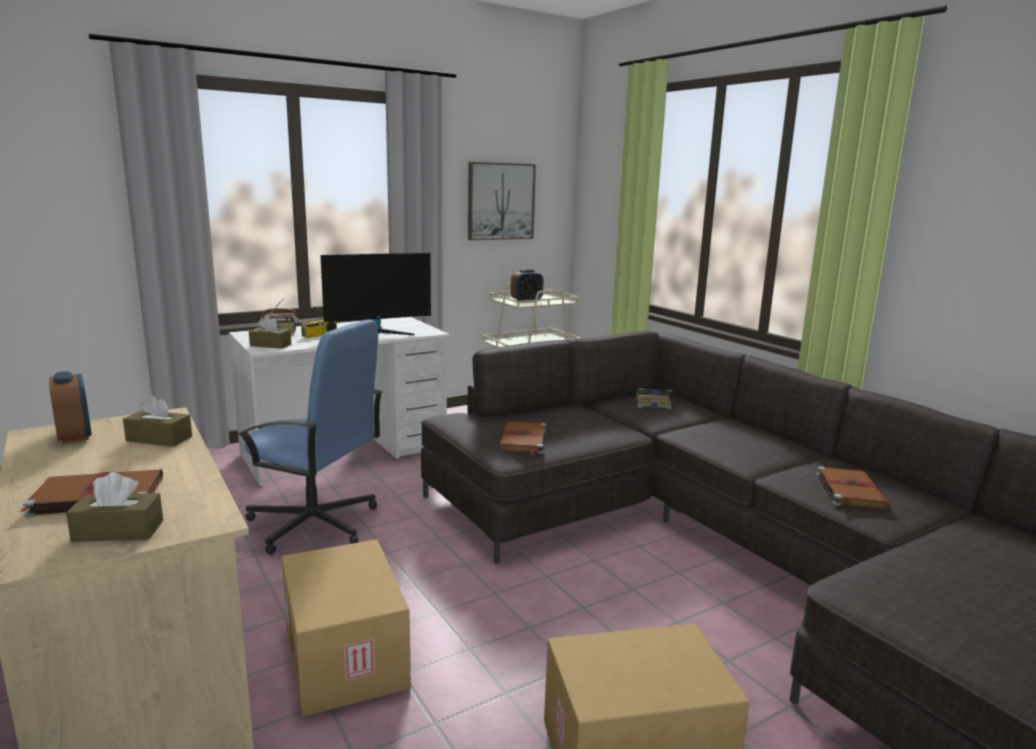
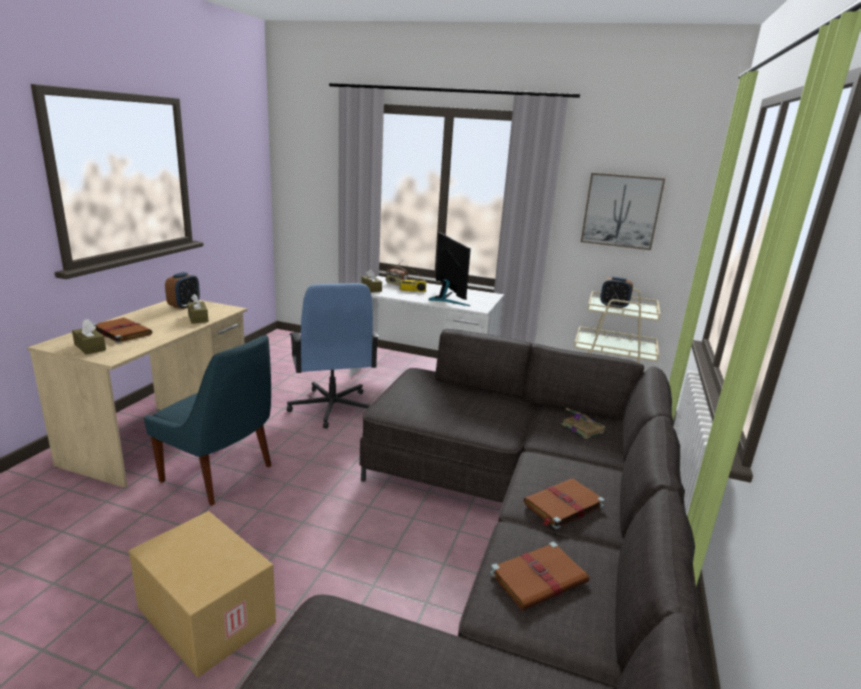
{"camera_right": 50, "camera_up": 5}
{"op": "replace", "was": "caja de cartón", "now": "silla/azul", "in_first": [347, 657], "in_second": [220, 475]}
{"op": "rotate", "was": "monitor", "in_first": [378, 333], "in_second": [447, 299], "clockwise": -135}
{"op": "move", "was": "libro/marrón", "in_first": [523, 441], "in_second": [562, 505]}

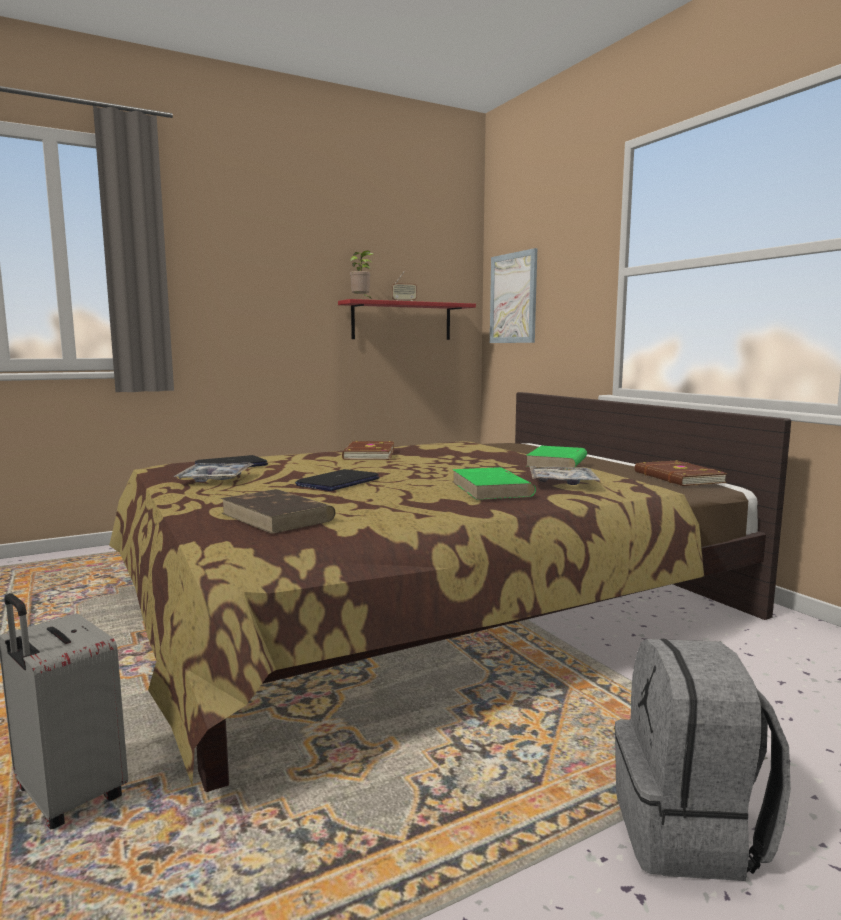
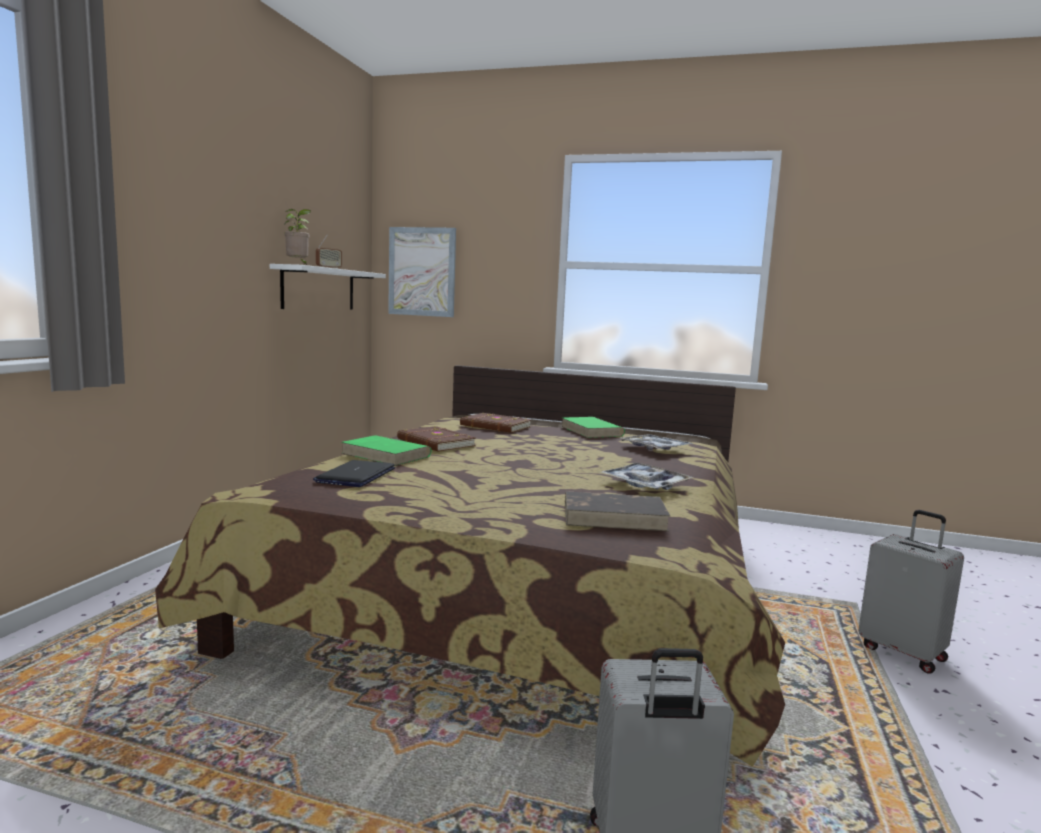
{"camera_right": -45, "camera_up": 0}
{"op": "recolor", "was": "estante/rojo", "now": "estante/blanco", "in_first": [402, 321], "in_second": [319, 289]}
{"op": "move", "was": "libro/verde", "in_first": [491, 489], "in_second": [386, 455]}
{"op": "move", "was": "libro/marrón", "in_first": [677, 477], "in_second": [495, 426]}
{"op": "move", "was": "bandeja", "in_first": [215, 479], "in_second": [645, 484]}
{"op": "replace", "was": "mochila/gris", "now": "maleta/gris", "in_first": [689, 832], "in_second": [903, 652]}
{"op": "delete", "was": "portátil", "in_first": [338, 482]}

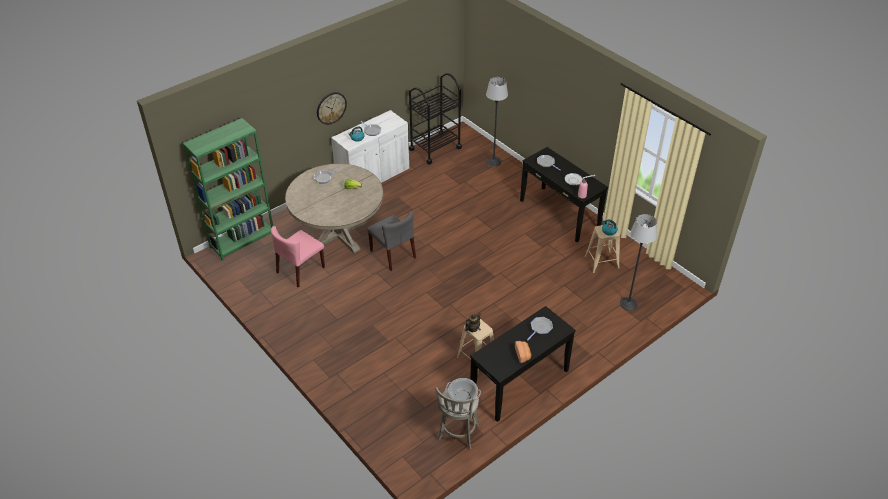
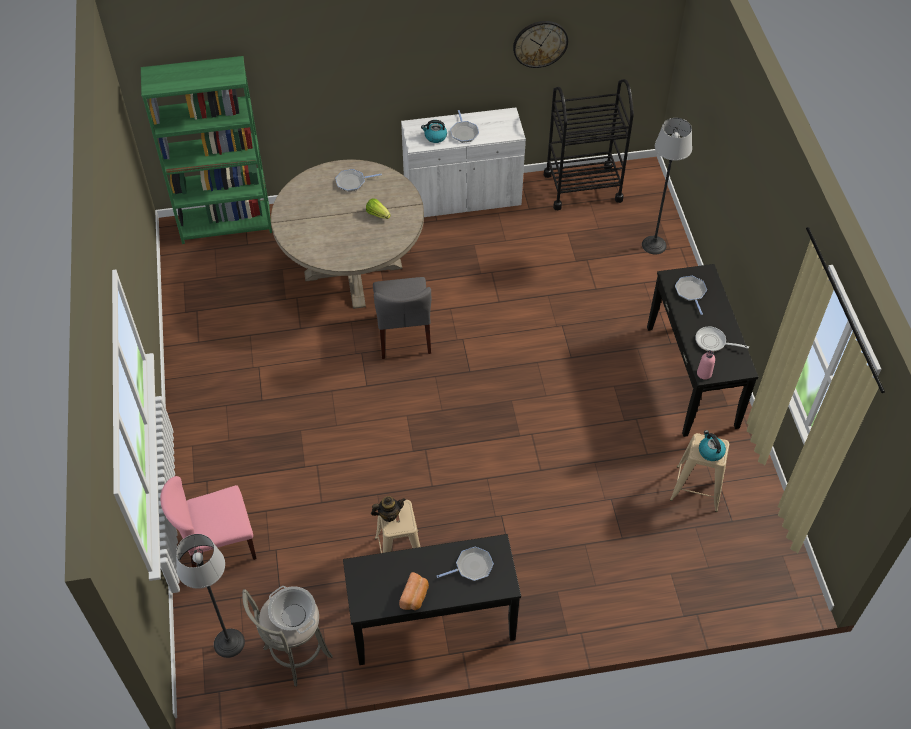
{"camera_right": 30, "camera_up": 10}
{"op": "move", "was": "silla/rosa", "in_first": [300, 270], "in_second": [218, 546]}
{"op": "move", "was": "lámpara de pie", "in_first": [628, 304], "in_second": [229, 643]}
{"op": "move", "was": "reloj de pared", "in_first": [331, 108], "in_second": [540, 43]}

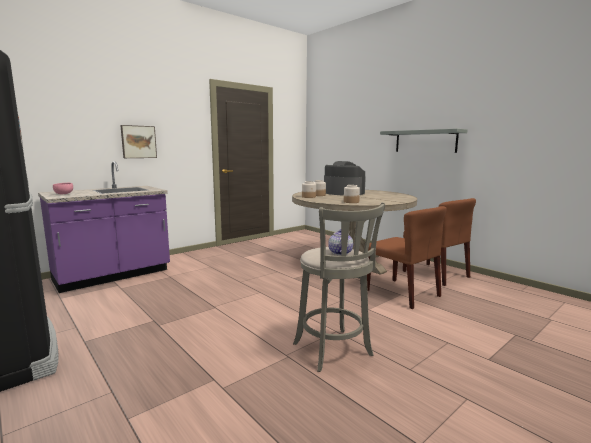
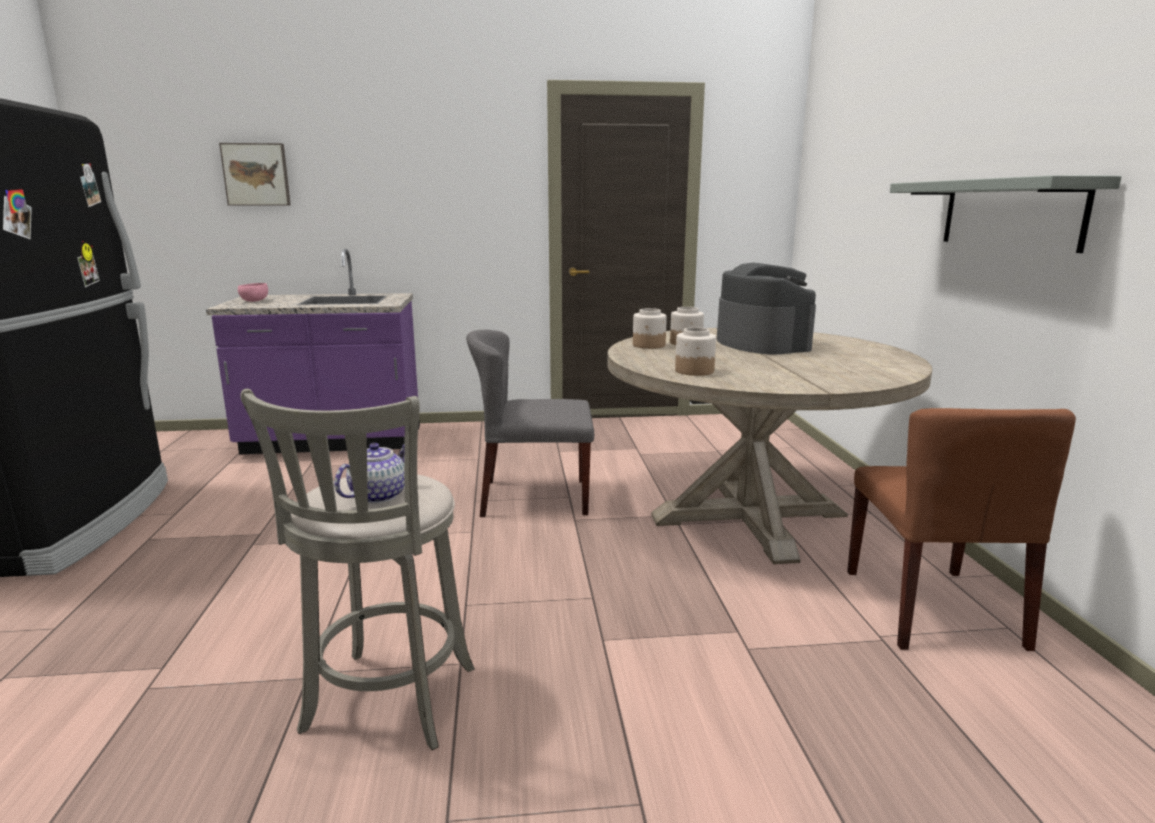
{"camera_right": 35, "camera_up": 5}
{"op": "move", "was": "cuadro", "in_first": [138, 142], "in_second": [256, 174]}
{"op": "insert", "now": "silla/gris", "in_second": [534, 498]}
{"op": "delete", "was": "silla/marrón", "in_first": [403, 293]}

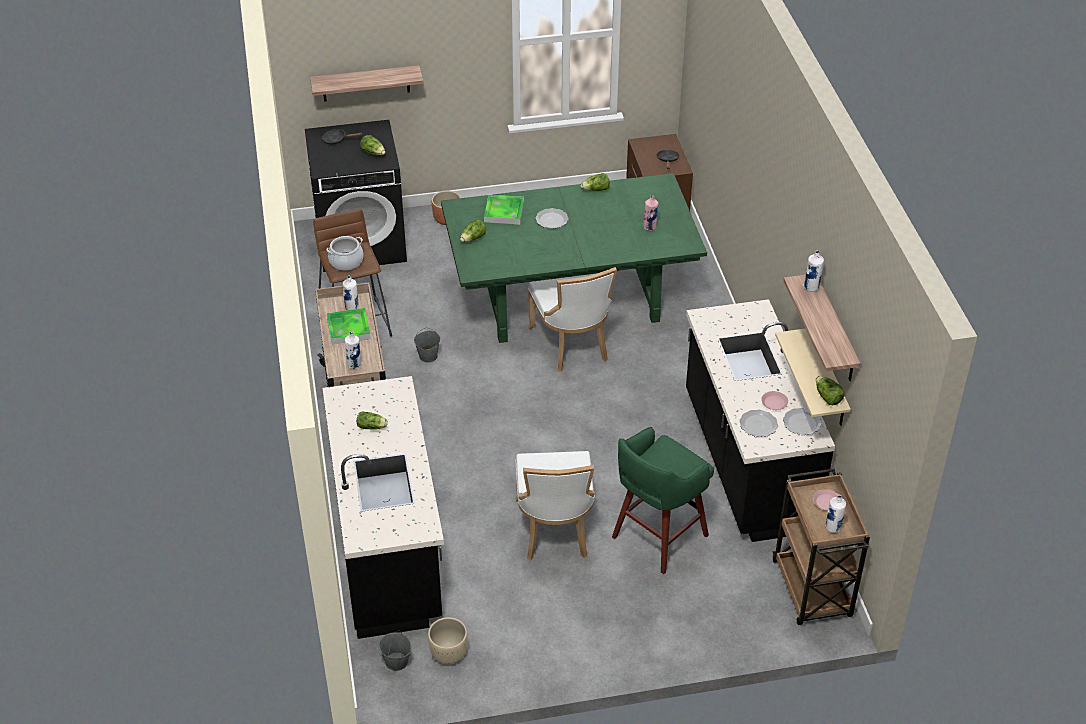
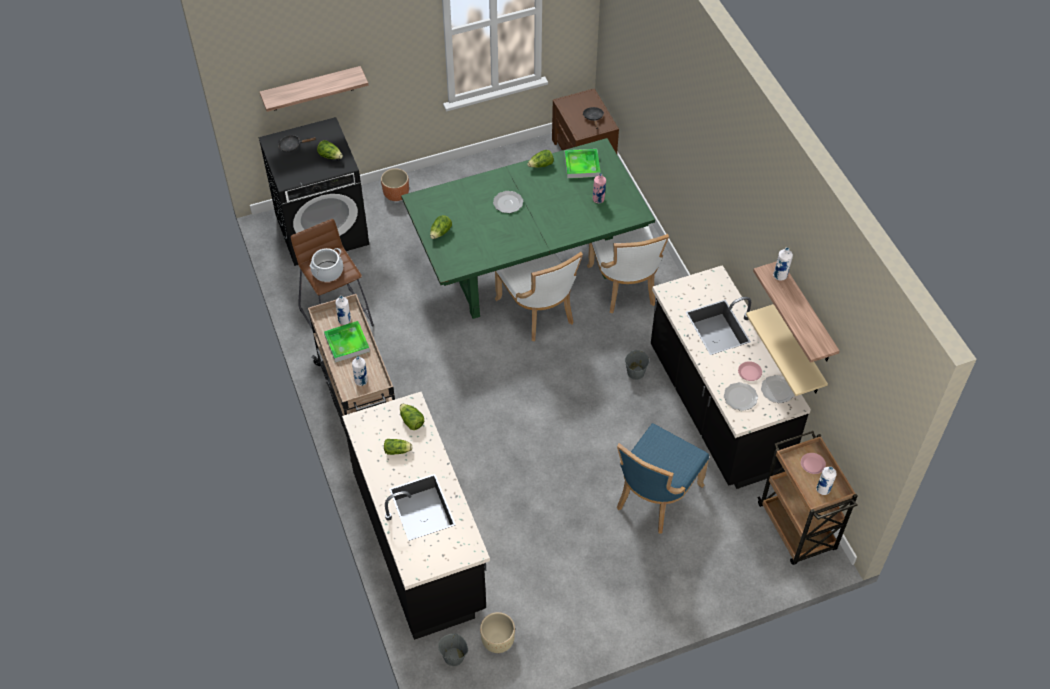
{"camera_right": -10, "camera_up": 10}
{"op": "move", "was": "lechuga", "in_first": [827, 397], "in_second": [411, 421]}
{"op": "move", "was": "bandeja", "in_first": [504, 212], "in_second": [582, 165]}
{"op": "move", "was": "silla/blanco", "in_first": [555, 530], "in_second": [624, 287]}
{"op": "replace", "was": "taburete/verde", "now": "silla/azul", "in_first": [657, 538], "in_second": [655, 497]}
{"op": "move", "was": "cubo/gris", "in_first": [428, 356], "in_second": [635, 372]}

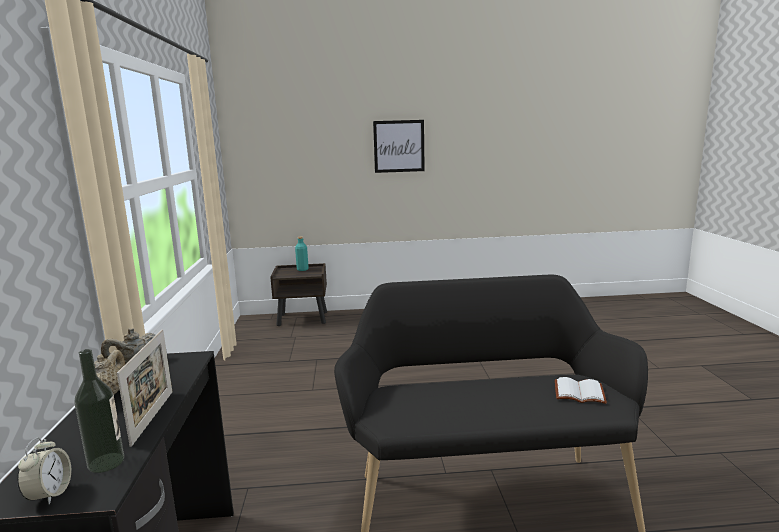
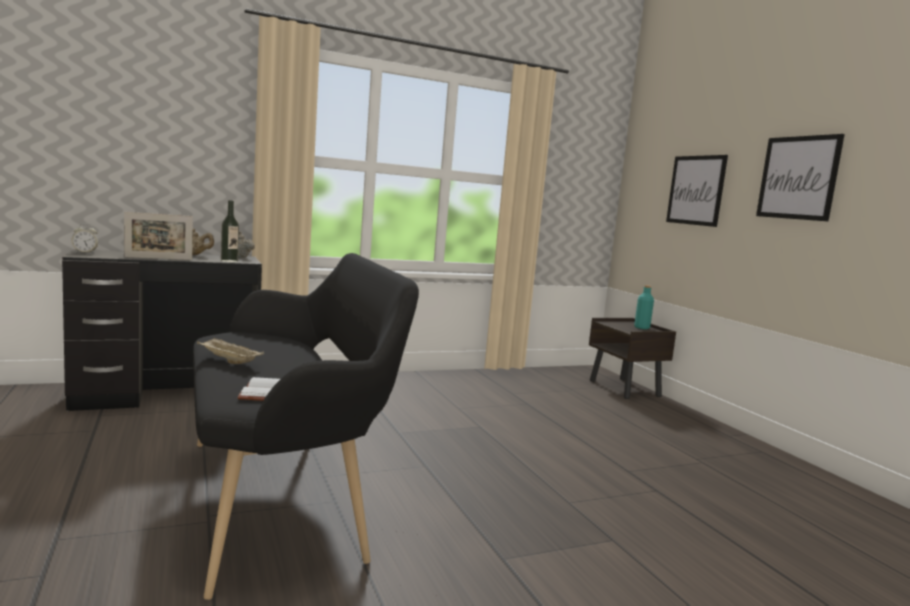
{"camera_right": 70, "camera_up": -5}
{"op": "insert", "now": "bandeja/beis", "in_second": [228, 361]}
{"op": "move", "was": "botella", "in_first": [106, 462], "in_second": [229, 261]}
{"op": "insert", "now": "cuadro", "in_second": [696, 190]}

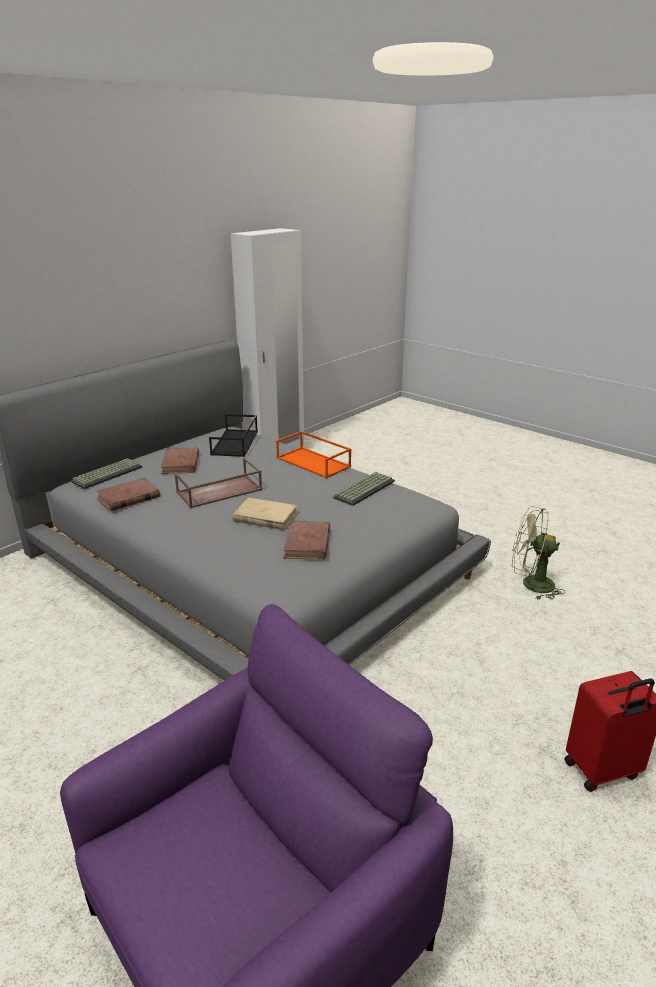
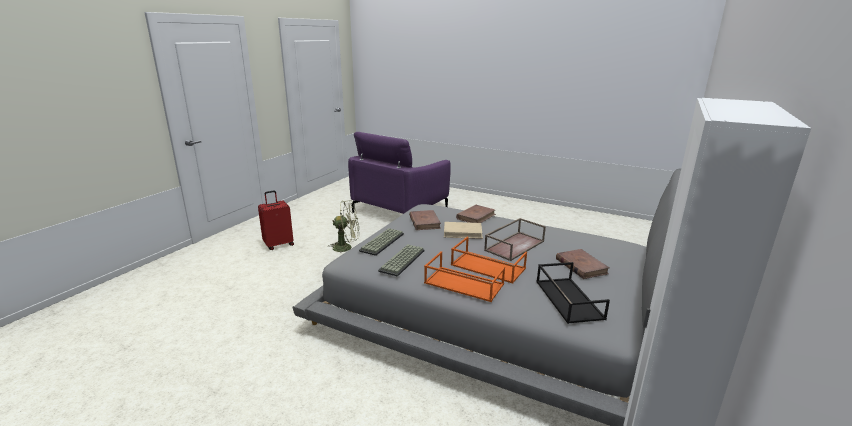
{"camera_right": 165, "camera_up": -5}
{"op": "move", "was": "ventilador/verde", "in_first": [530, 585], "in_second": [346, 247]}
{"op": "move", "was": "teclado", "in_first": [107, 474], "in_second": [382, 243]}
{"op": "insert", "now": "bandeja/naranja", "in_second": [486, 267]}
{"op": "move", "was": "libro/marrón", "in_first": [128, 497], "in_second": [476, 216]}

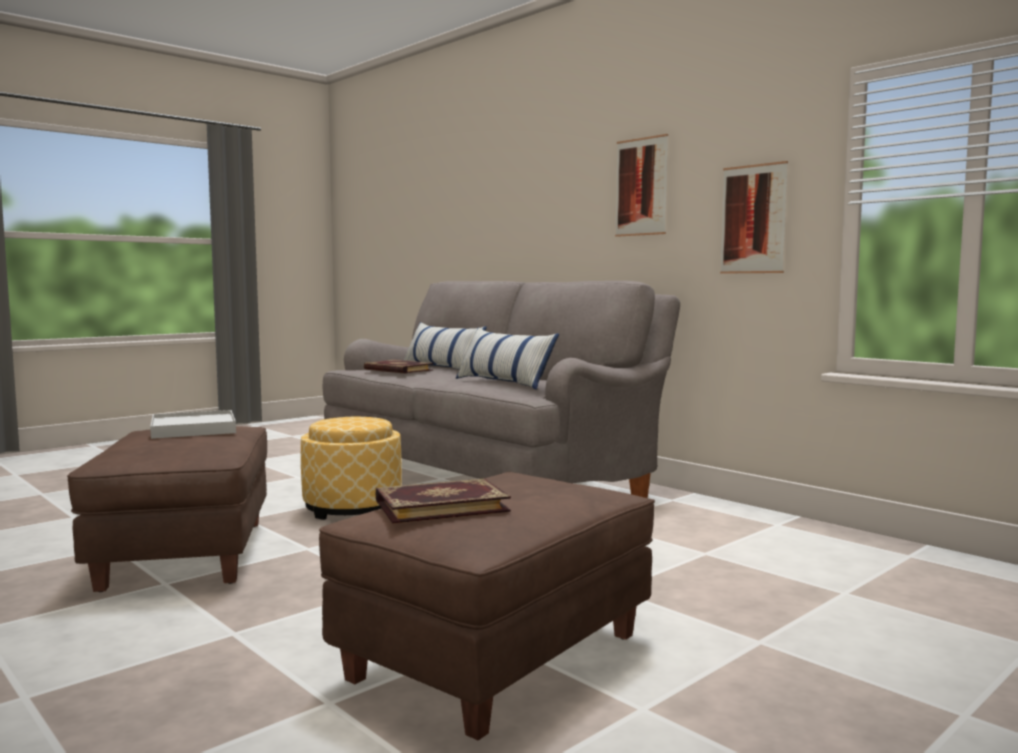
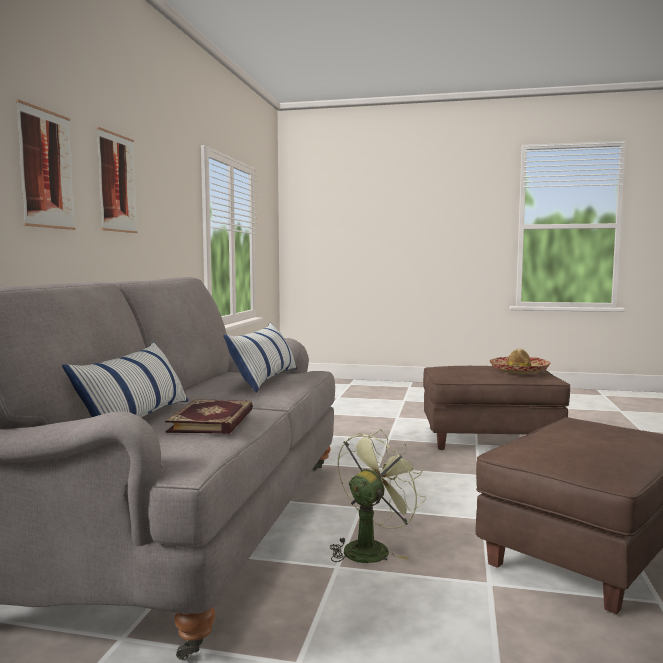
{"camera_right": -125, "camera_up": 0}
{"op": "move", "was": "cuadro", "in_first": [753, 219], "in_second": [46, 169]}
{"op": "replace", "was": "puf", "now": "ventilador/verde", "in_first": [352, 507], "in_second": [371, 548]}
{"op": "replace", "was": "libro", "now": "sombrero", "in_first": [441, 505], "in_second": [519, 371]}
{"op": "delete", "was": "bandeja/blanco", "in_first": [194, 429]}

